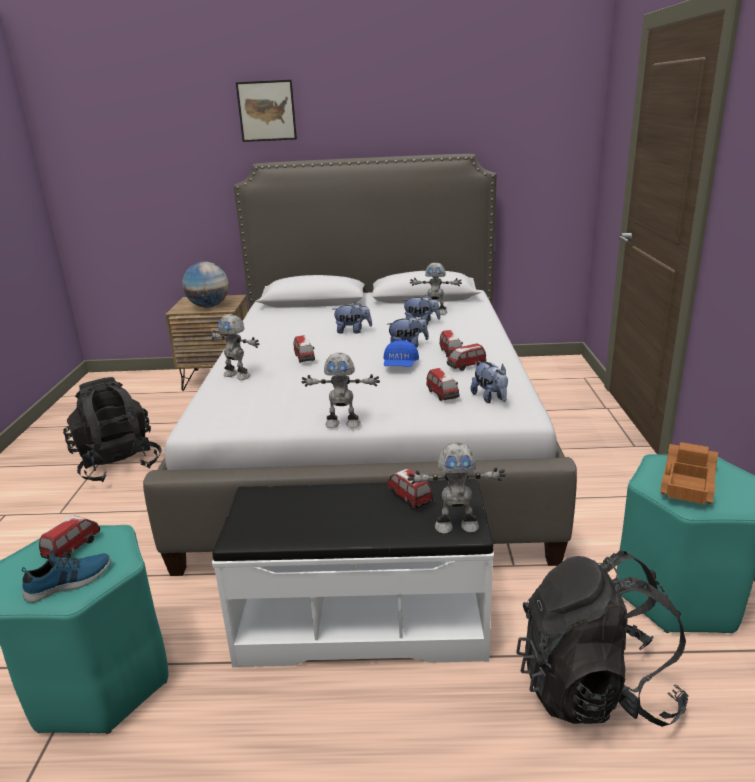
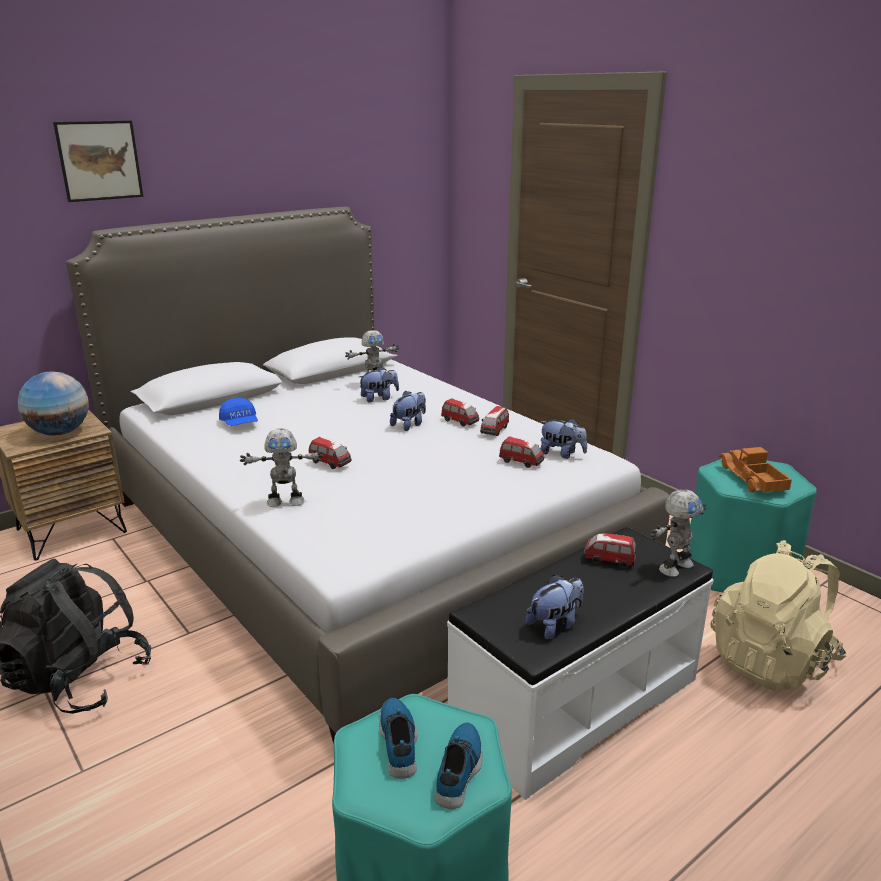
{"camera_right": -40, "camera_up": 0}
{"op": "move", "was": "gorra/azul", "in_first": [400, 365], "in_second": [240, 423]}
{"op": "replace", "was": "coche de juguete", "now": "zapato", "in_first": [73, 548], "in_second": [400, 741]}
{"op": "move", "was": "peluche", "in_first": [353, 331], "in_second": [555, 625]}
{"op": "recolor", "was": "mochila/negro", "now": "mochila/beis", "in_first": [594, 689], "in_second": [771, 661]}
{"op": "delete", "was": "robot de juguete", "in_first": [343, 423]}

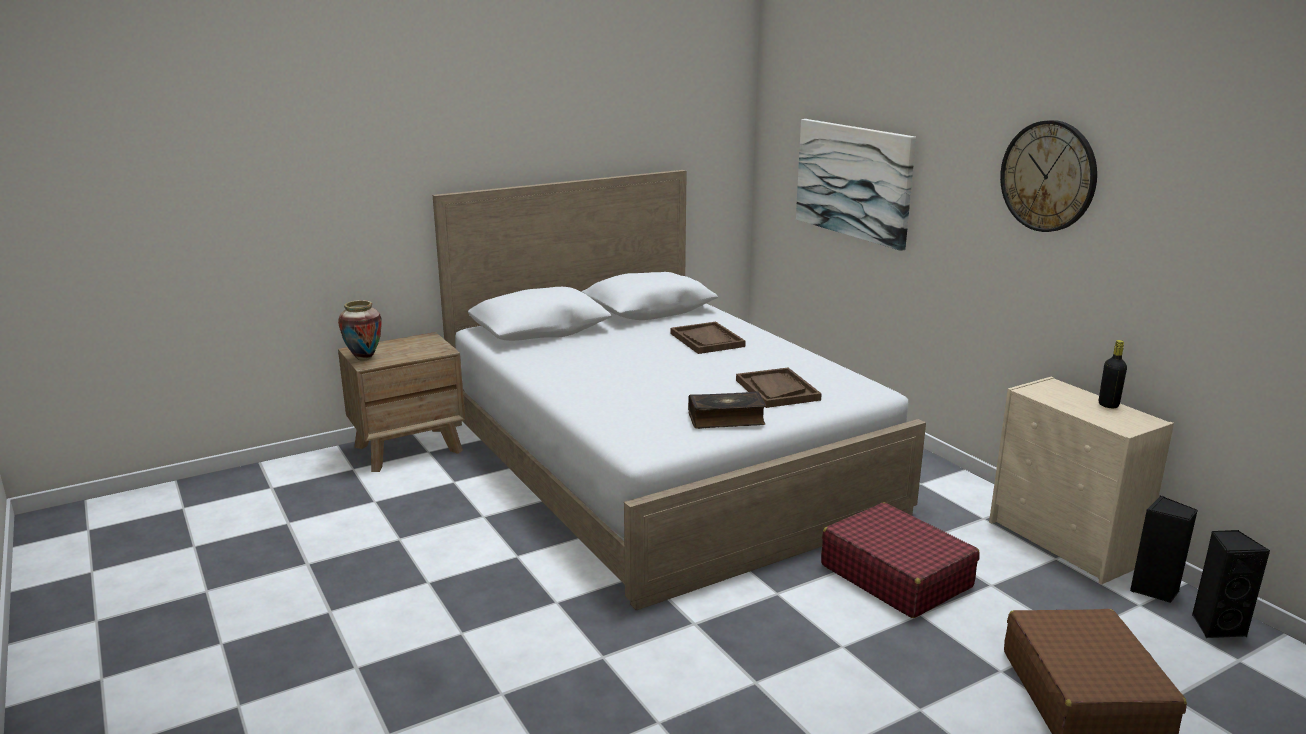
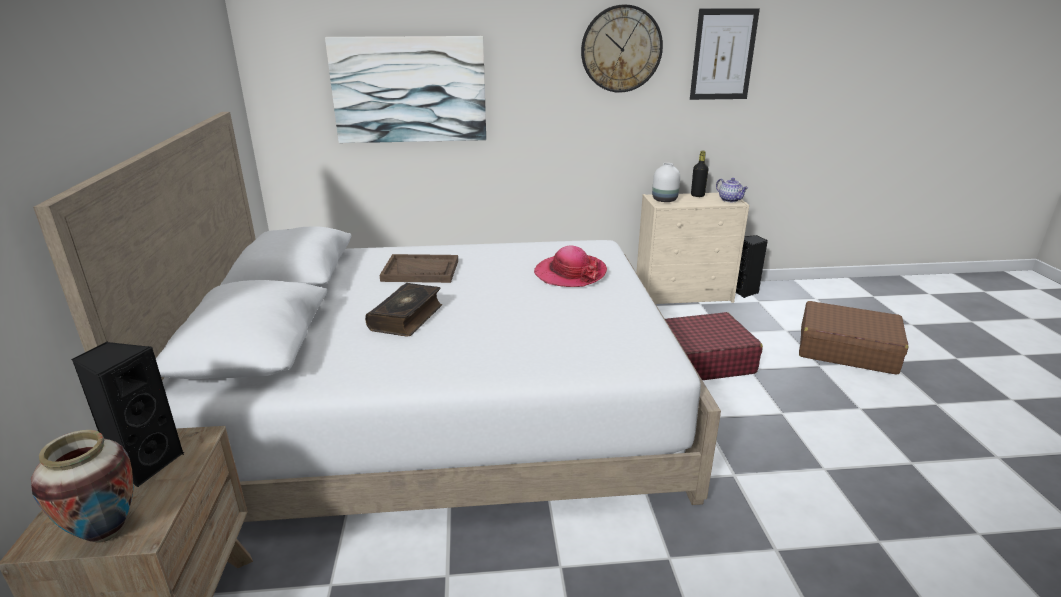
{"camera_right": -65, "camera_up": 5}
{"op": "move", "was": "altavoz/negro", "in_first": [1216, 626], "in_second": [145, 463]}
{"op": "move", "was": "libro", "in_first": [726, 419], "in_second": [407, 318]}
{"op": "replace", "was": "bandeja/marrón", "now": "sombrero", "in_first": [777, 390], "in_second": [570, 273]}
{"op": "insert", "now": "florero/blanco", "in_second": [663, 200]}
{"op": "insert", "now": "cuadro", "in_second": [723, 55]}
{"op": "insert", "now": "tetera", "in_second": [730, 200]}

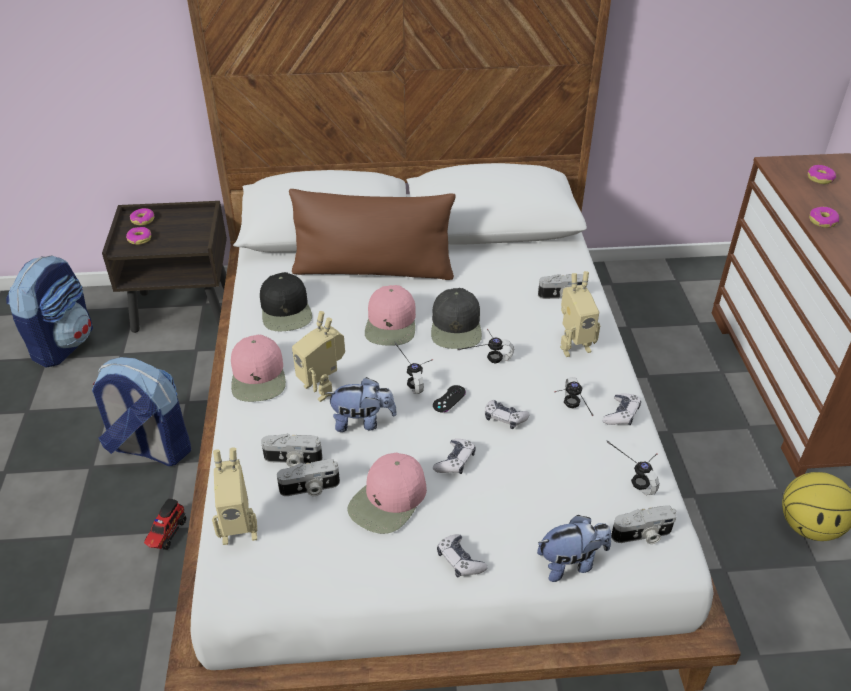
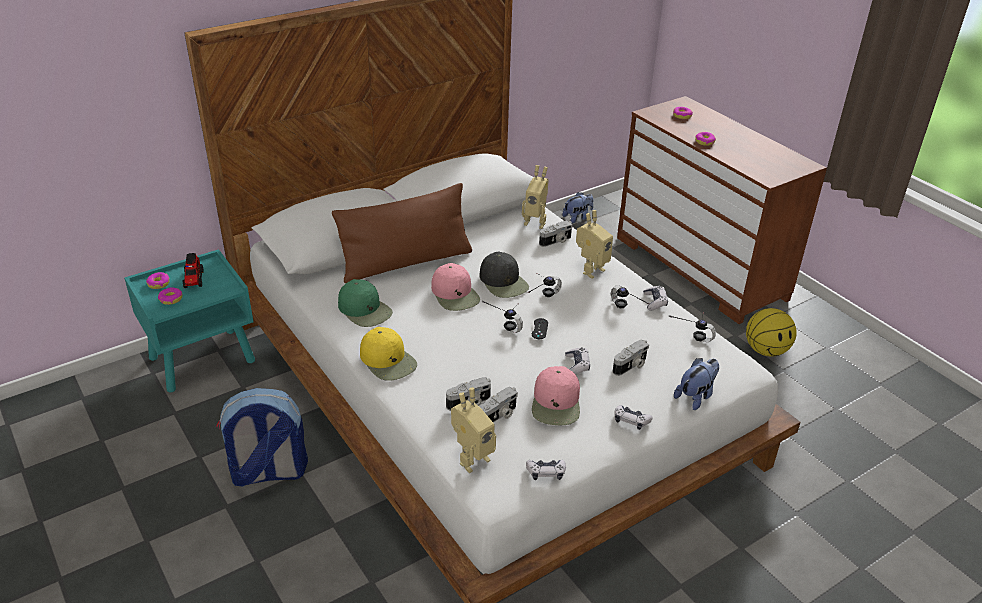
{"camera_right": -30, "camera_up": -5}
{"op": "recolor", "was": "mesita de noche/marrón", "now": "mesita de noche/turquesa", "in_first": [184, 309], "in_second": [203, 359]}
{"op": "move", "was": "camión de juguete", "in_first": [166, 533], "in_second": [193, 280]}
{"op": "recolor", "was": "gorra/negro", "now": "gorra/verde", "in_first": [286, 310], "in_second": [365, 310]}
{"op": "recolor", "was": "gorra/rosa", "now": "gorra/amarillo", "in_first": [259, 376], "in_second": [388, 360]}
{"op": "move", "was": "robot de juguete", "in_first": [323, 387], "in_second": [535, 222]}
{"op": "move", "was": "mando de consola", "in_first": [504, 418], "in_second": [546, 473]}
{"op": "move", "was": "peluche", "in_first": [362, 422], "in_second": [577, 218]}
{"op": "move", "was": "cámara", "in_first": [642, 535], "in_second": [631, 366]}
{"op": "delete", "was": "mochila", "in_first": [63, 344]}

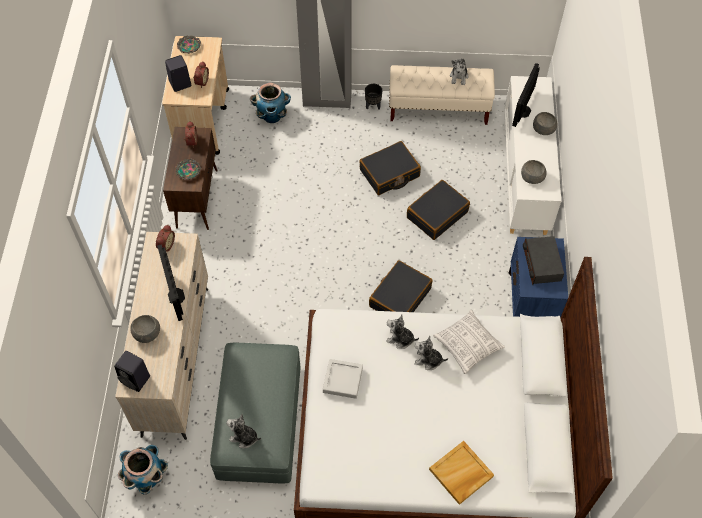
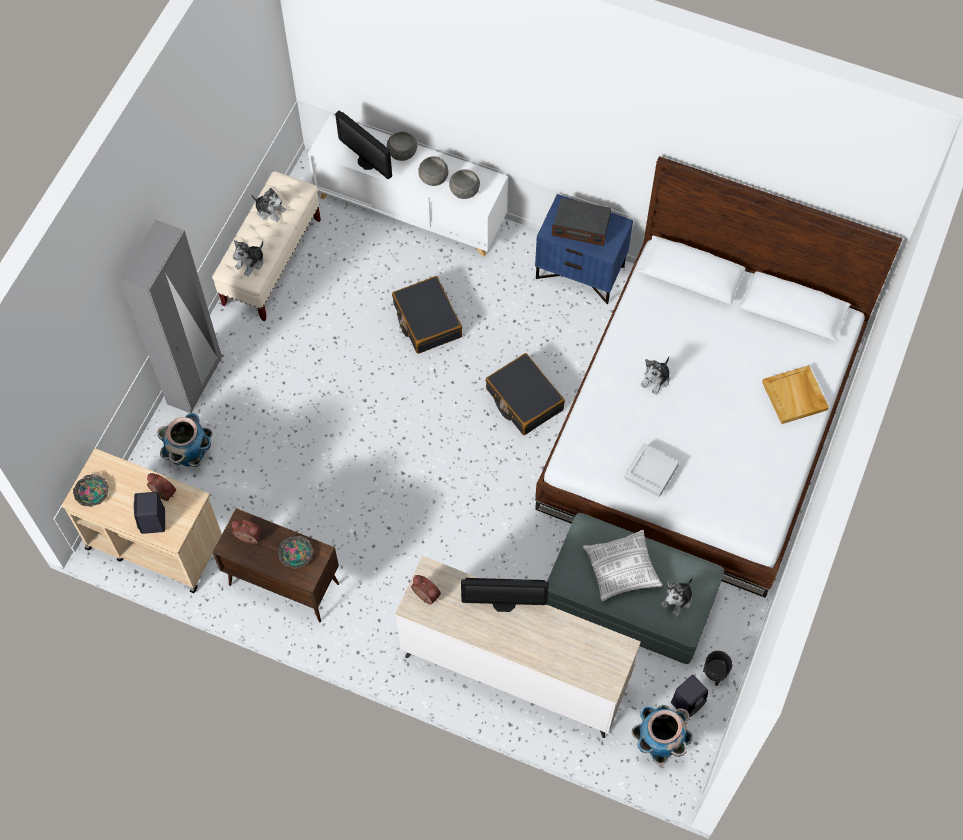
{"camera_right": -70, "camera_up": 5}
{"op": "move", "was": "peluche", "in_first": [400, 339], "in_second": [251, 262]}
{"op": "move", "was": "cuenco/gris", "in_first": [147, 333], "in_second": [433, 177]}
{"op": "move", "was": "cojín", "in_first": [467, 345], "in_second": [621, 569]}
{"op": "move", "was": "altavoz/negro", "in_first": [136, 379], "in_second": [688, 702]}
{"op": "move", "was": "maceta/negro", "in_first": [372, 106], "in_second": [714, 675]}
{"op": "delete", "was": "maleta/negro", "in_first": [389, 173]}

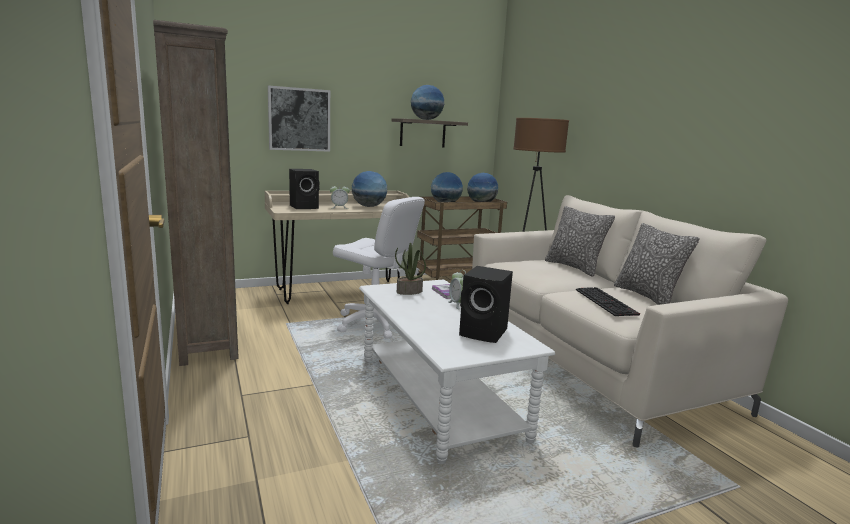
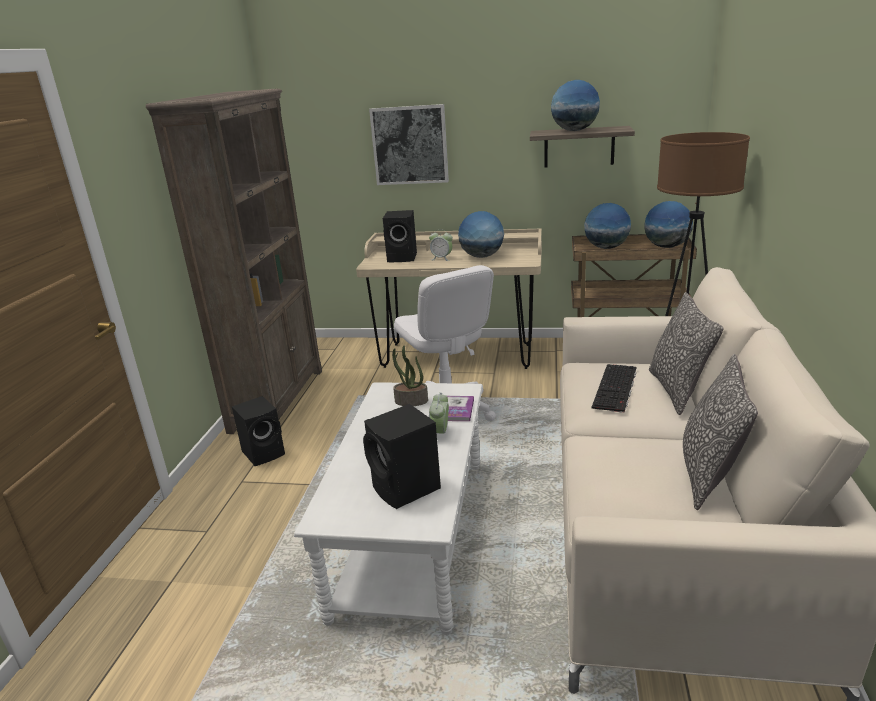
{"camera_right": 35, "camera_up": 10}
{"op": "insert", "now": "altavoz/negro", "in_second": [265, 452]}
{"op": "move", "was": "teclado", "in_first": [607, 302], "in_second": [616, 388]}

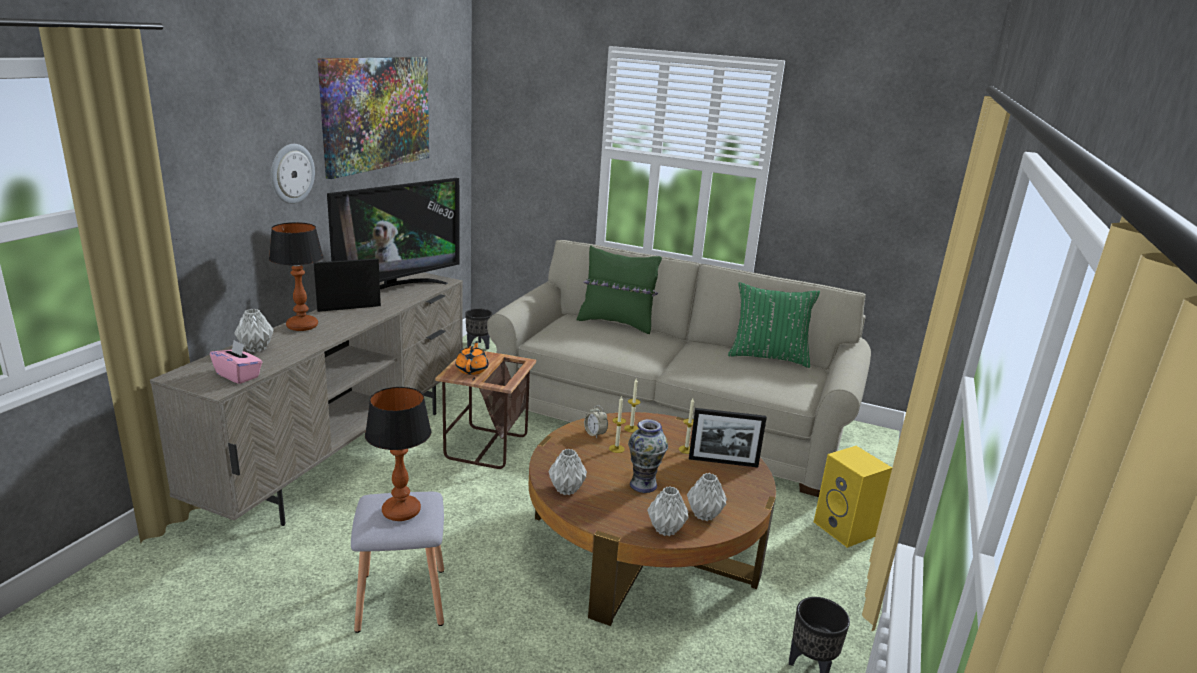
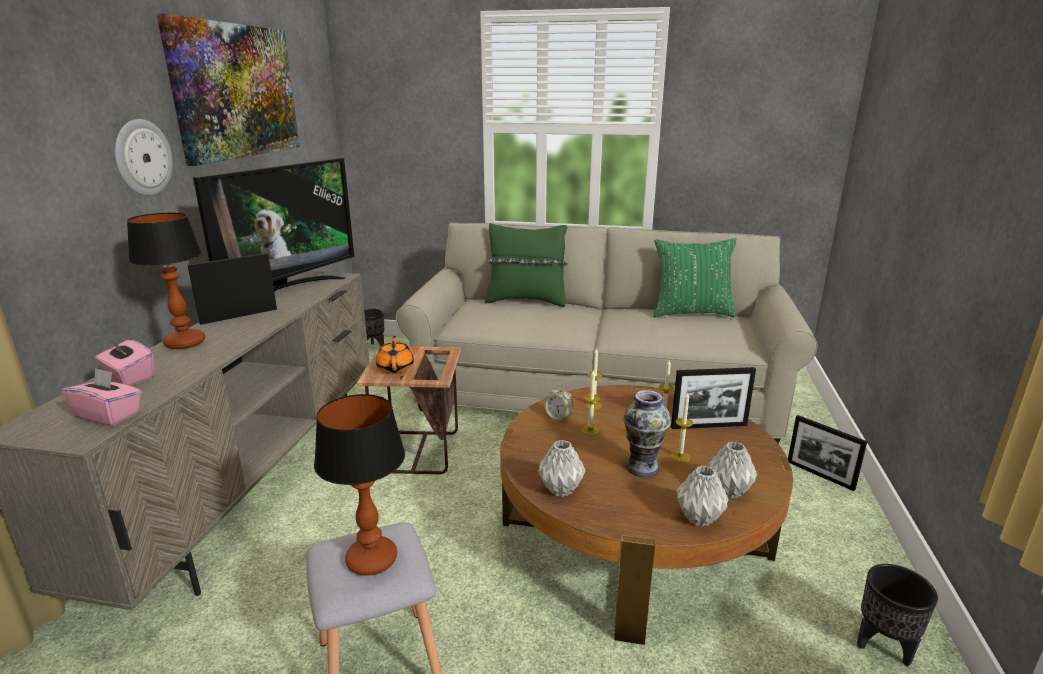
{"camera_right": -10, "camera_up": 0}
{"op": "replace", "was": "florero/gris", "now": "caja de pañuelos/rosa", "in_first": [256, 349], "in_second": [129, 378]}
{"op": "insert", "now": "vela", "in_second": [680, 456]}
{"op": "replace", "was": "altavoz/amarillo", "now": "portarretratos", "in_first": [846, 529], "in_second": [820, 475]}

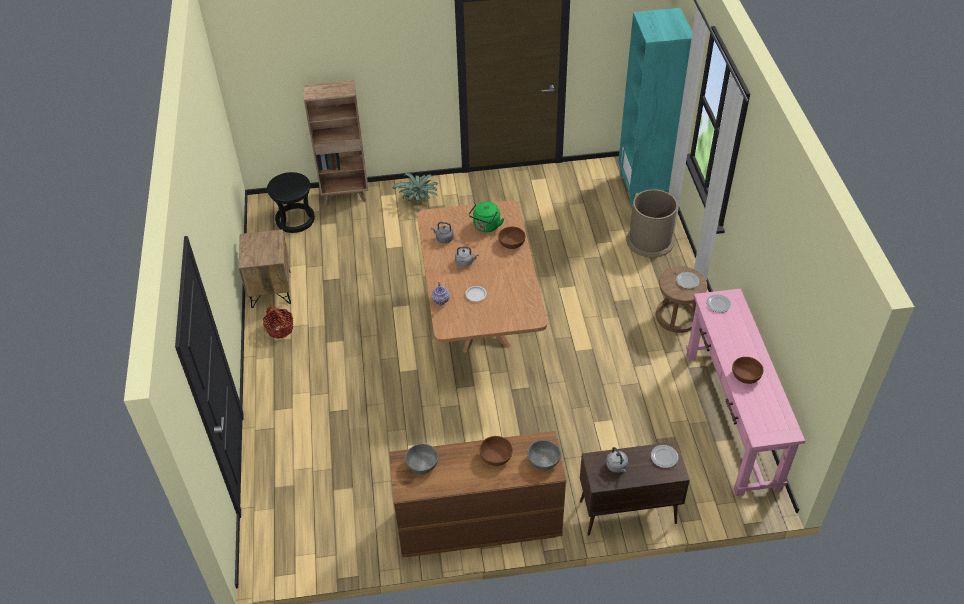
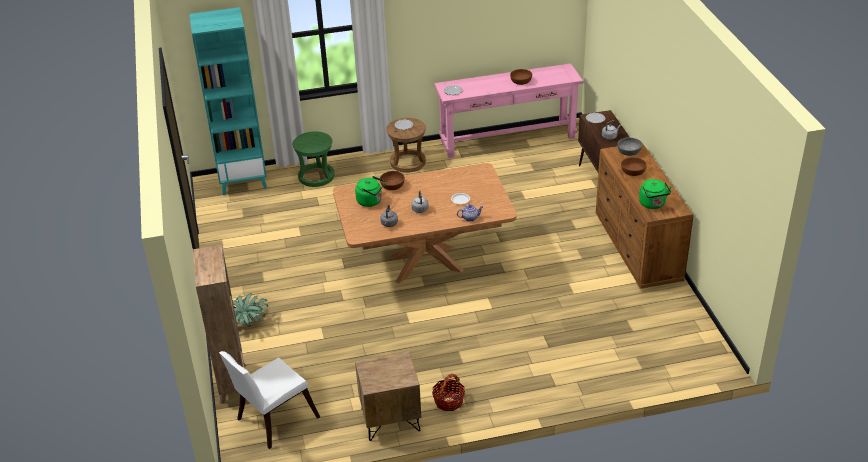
{"camera_right": -95, "camera_up": -10}
{"op": "replace", "was": "taburete/negro", "now": "silla/blanco", "in_first": [295, 219], "in_second": [273, 420]}
{"op": "replace", "was": "papelera/marrón", "now": "taburete/verde", "in_first": [650, 240], "in_second": [316, 176]}
{"op": "replace", "was": "cuenco/gris", "now": "hervidor/verde", "in_first": [422, 464], "in_second": [653, 204]}

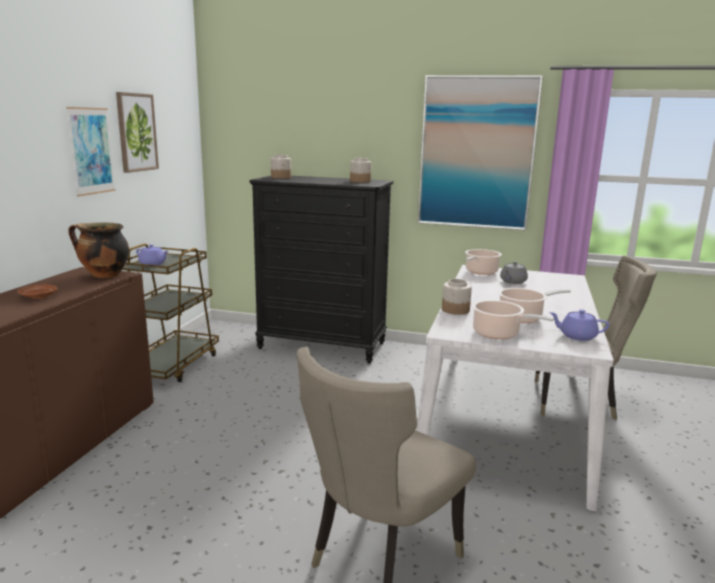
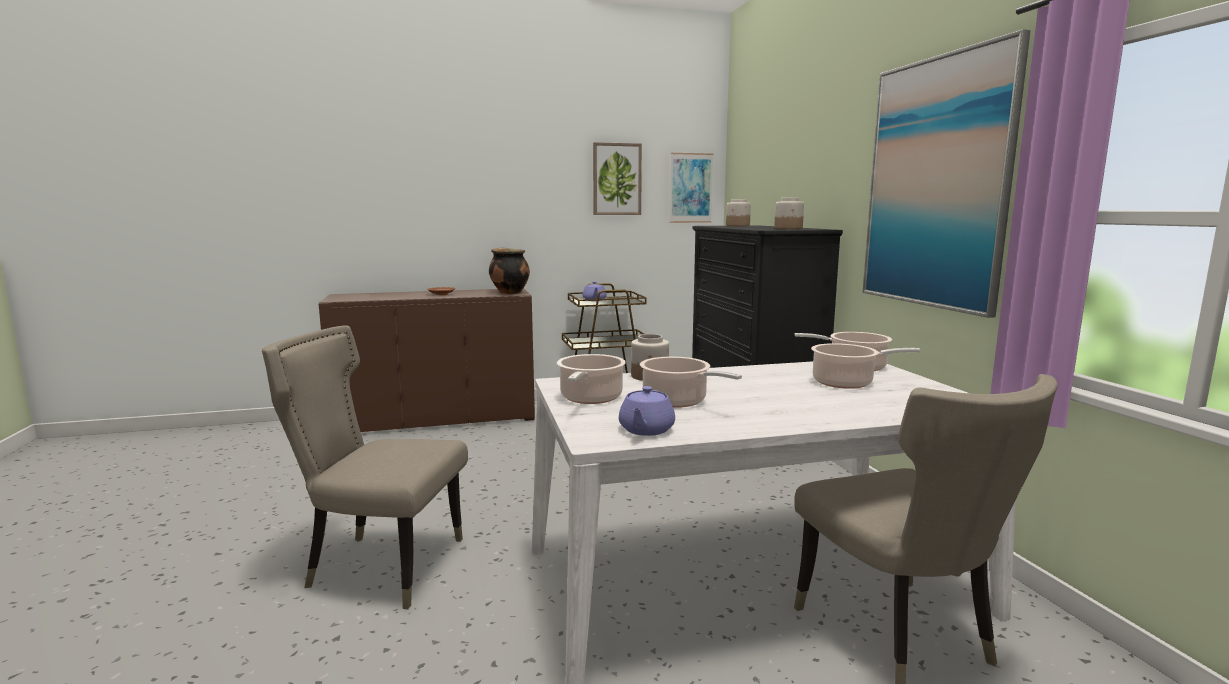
{"camera_right": 60, "camera_up": -5}
{"op": "rotate", "was": "tetera/morado", "in_first": [577, 336], "in_second": [646, 430], "clockwise": -150}
{"op": "move", "was": "cuadro", "in_first": [91, 151], "in_second": [691, 188]}
{"op": "replace", "was": "tetera/gris", "now": "olla", "in_first": [512, 282], "in_second": [847, 383]}

